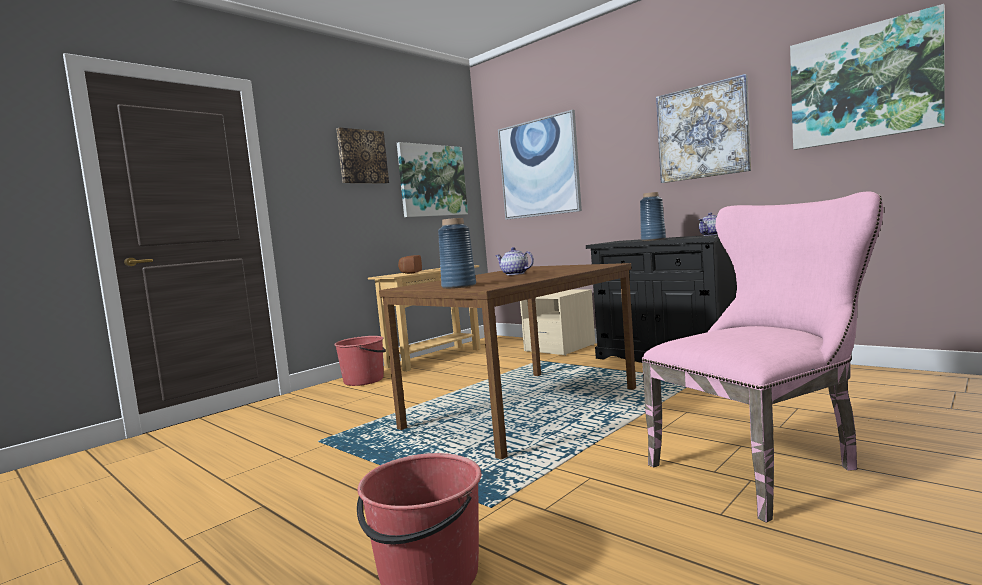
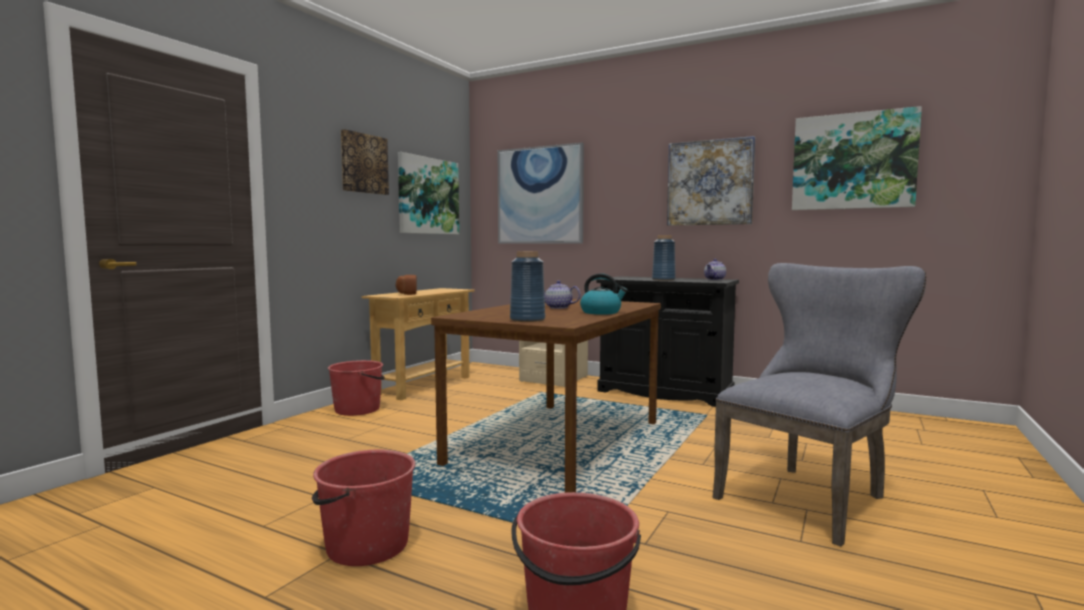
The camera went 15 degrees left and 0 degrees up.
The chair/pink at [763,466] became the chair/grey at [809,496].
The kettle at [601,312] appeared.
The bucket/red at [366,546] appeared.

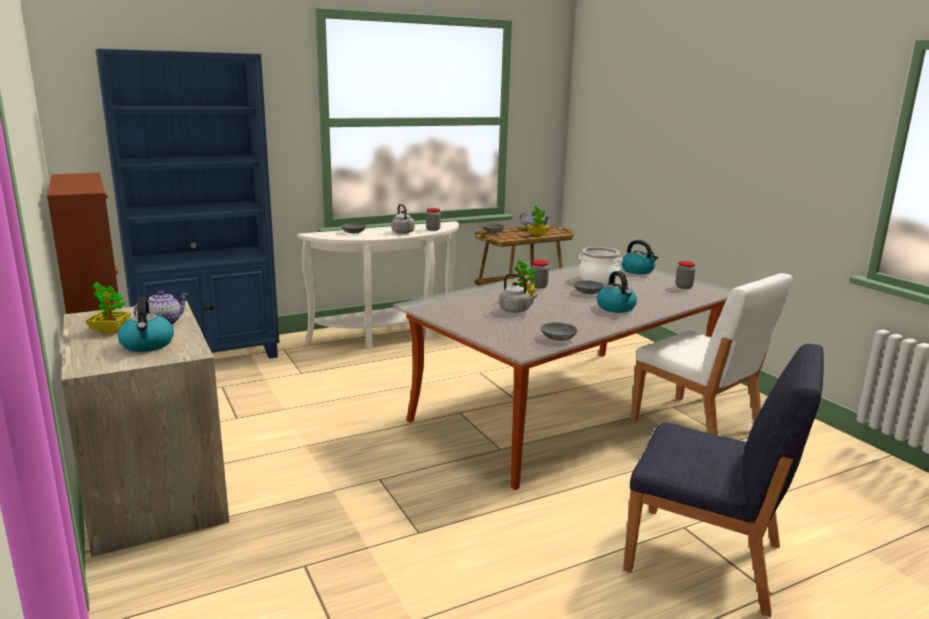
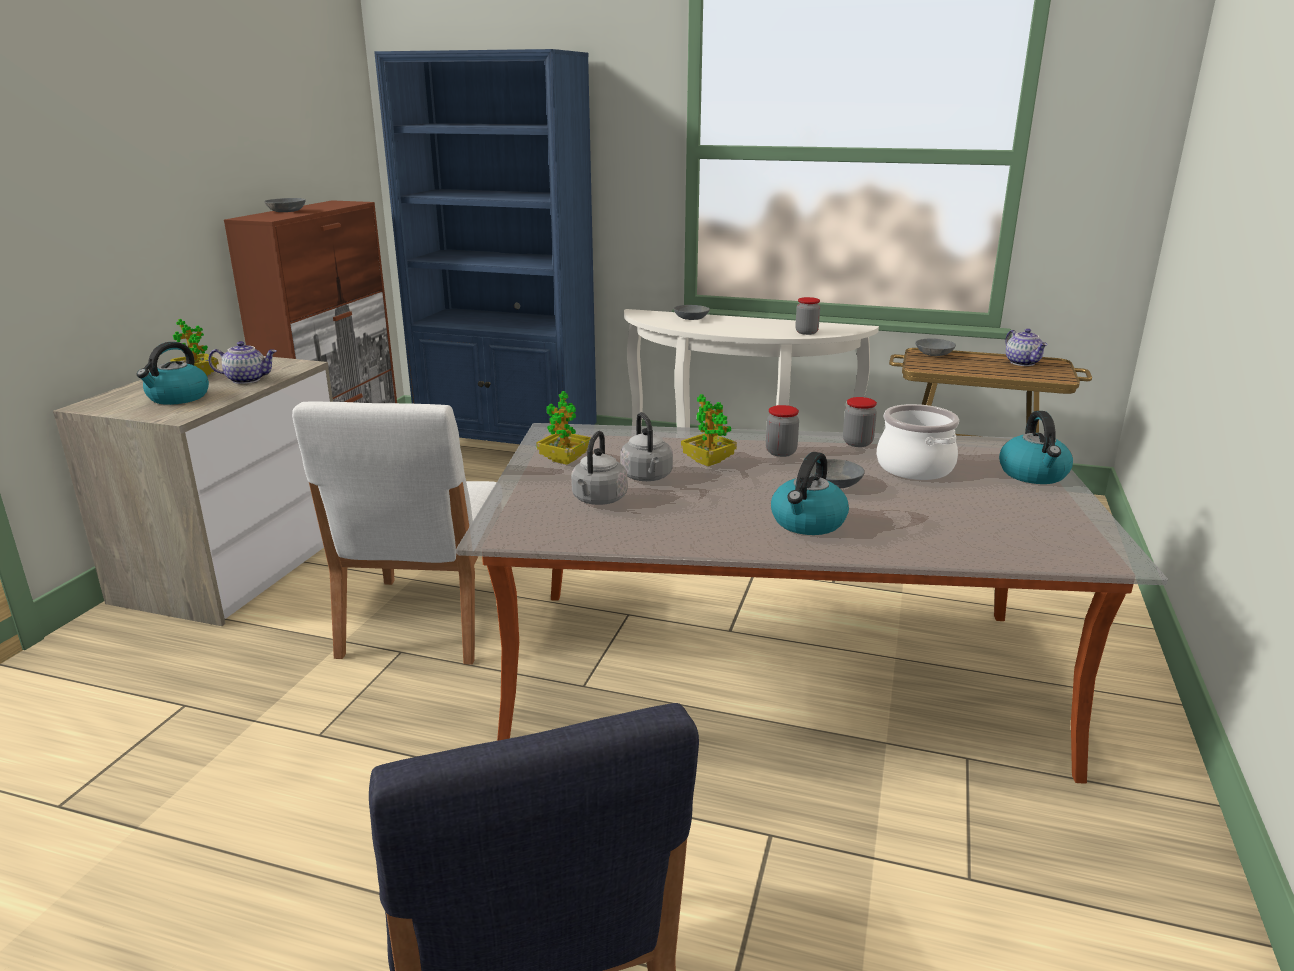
The camera went 45 degrees right and 5 degrees up.
The kettle/grey moved from [403,233] to [598,500].
The potted plant moved from [537,235] to [564,460].
The jar moved from [683,287] to [857,443].
The chair/white moved from [697,426] to [424,621].
The bowl/grey moved from [557,338] to [286,211].

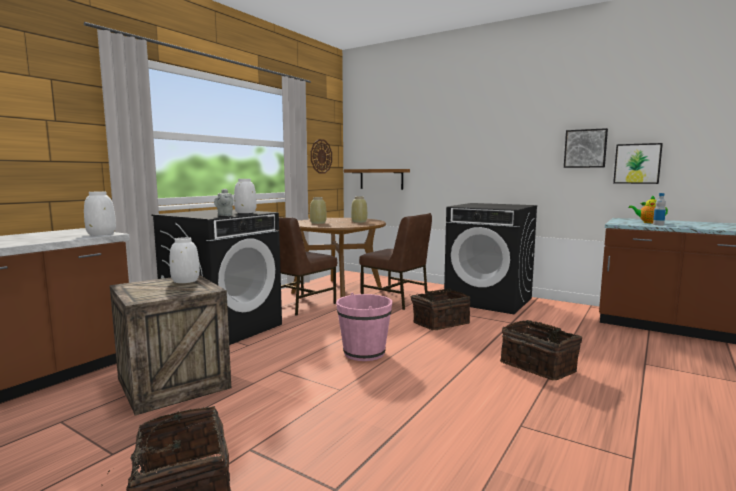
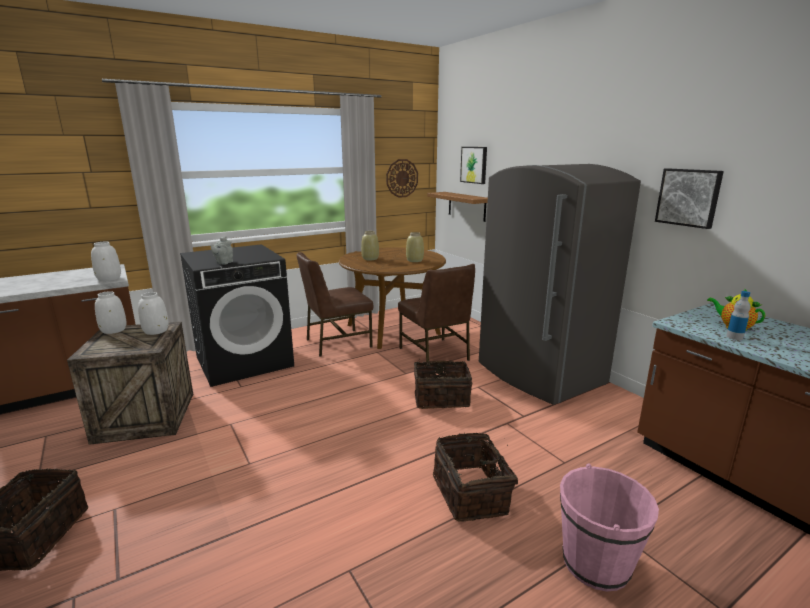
The camera went 25 degrees right and 10 degrees up.
The picture moved from [637,163] to [474,165].
The vase/white moved from [246,212] to [114,330].
The washing machine/black at [489,300] was replaced by the fridge/grey at [539,374].
The bucket/pink moved from [364,353] to [596,563].

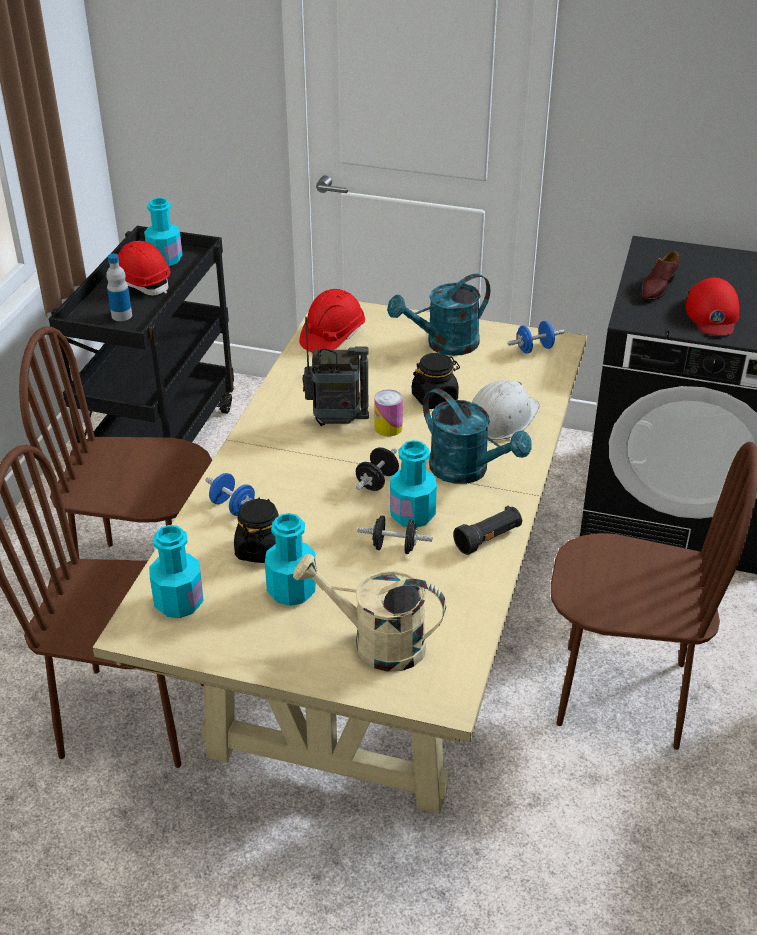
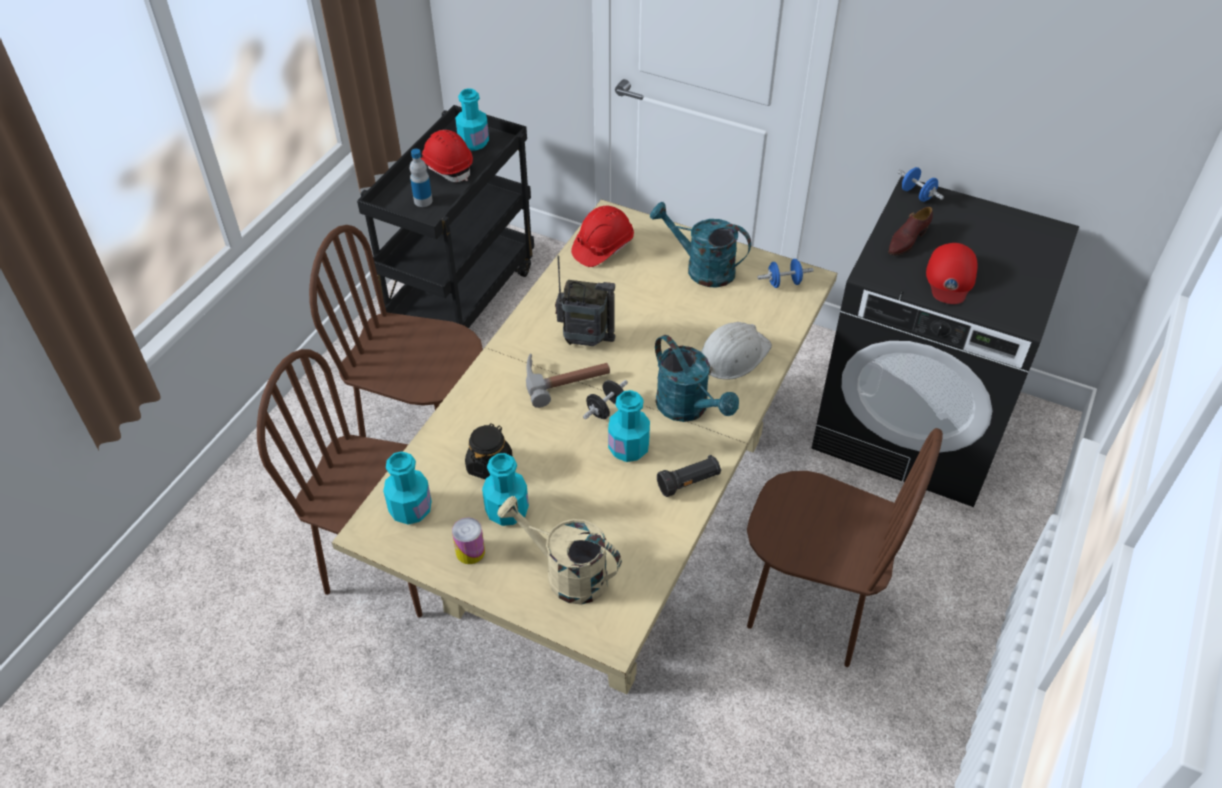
The camera went 10 degrees right and 10 degrees up.
The watering can/turquoise at [444,345] turned 45 degrees clockwise.
The jar/black at [435,398] disappeared.
The can moved from [388,428] to [470,552].
The dumbbell/blue moved from [233,507] to [917,194].
The dumbbell/black at [394,547] disappeared.
The hammer at [565,377] appeared.

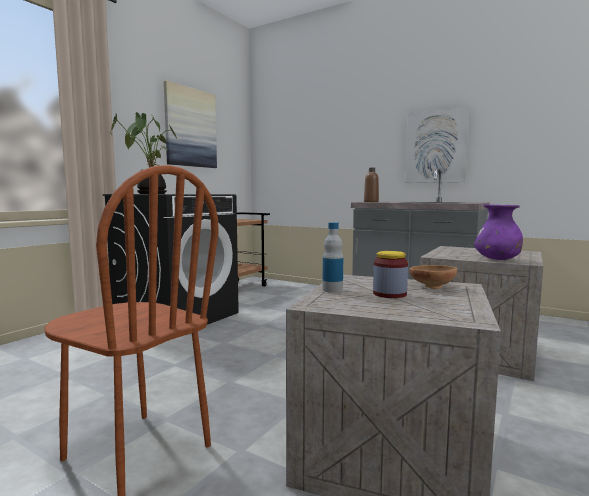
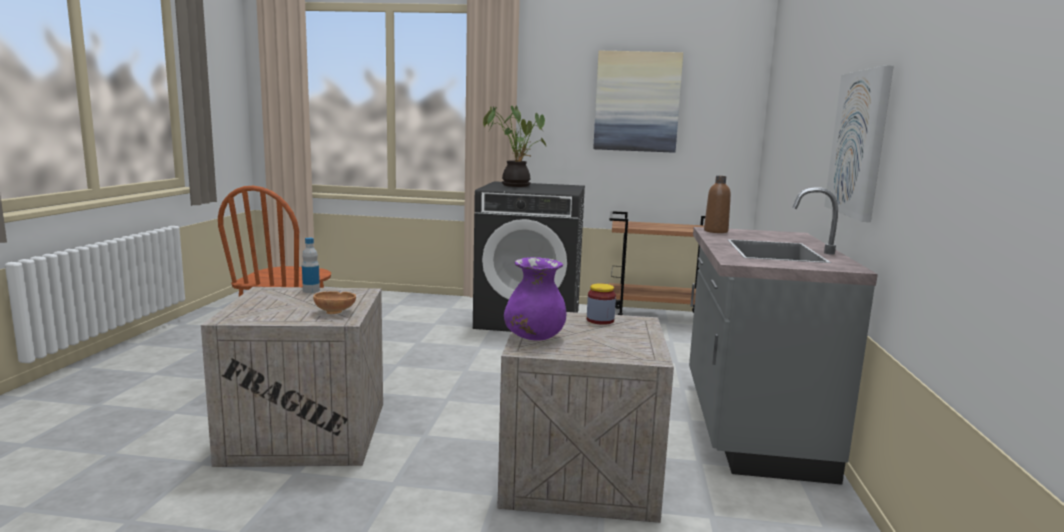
The camera went 65 degrees right and 5 degrees up.
The jar moved from [389,294] to [600,320].

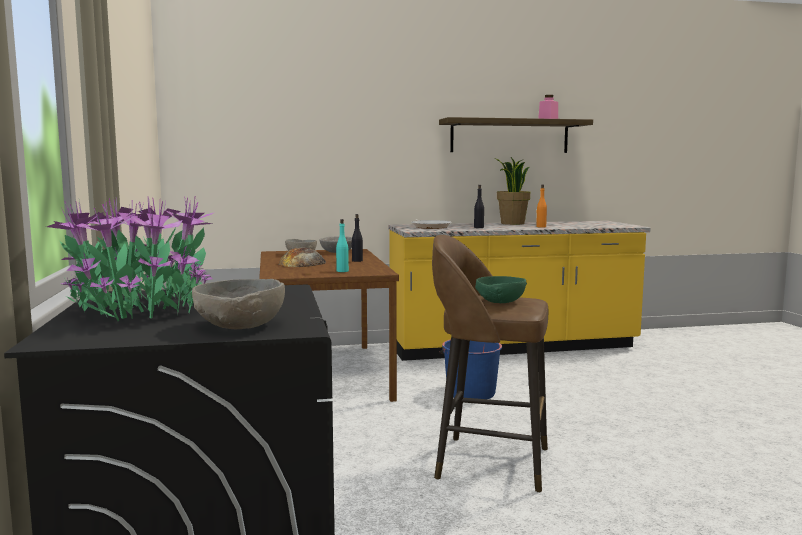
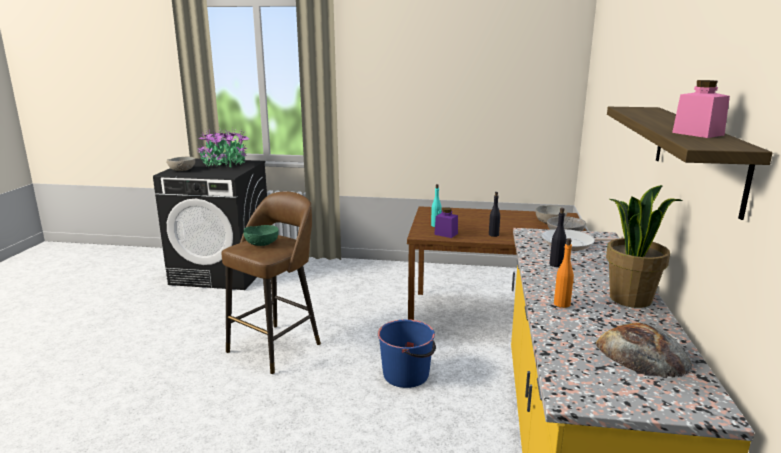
The camera went 110 degrees right and 10 degrees up.
The bread moved from [302,263] to [642,353].
The jar/purple at [446,234] appeared.

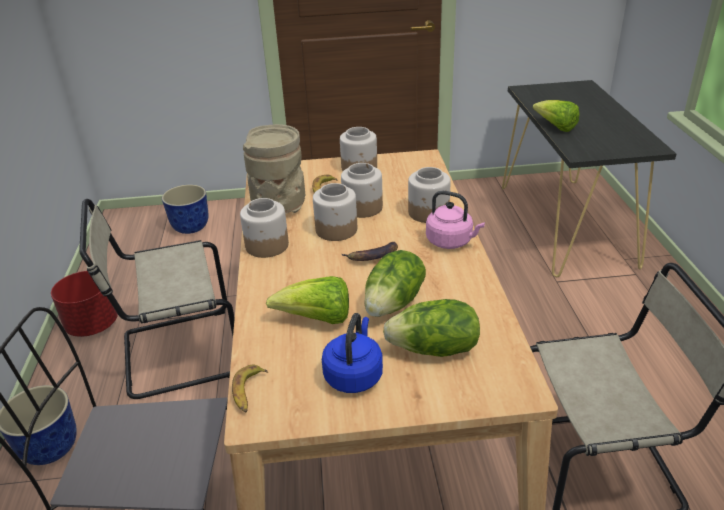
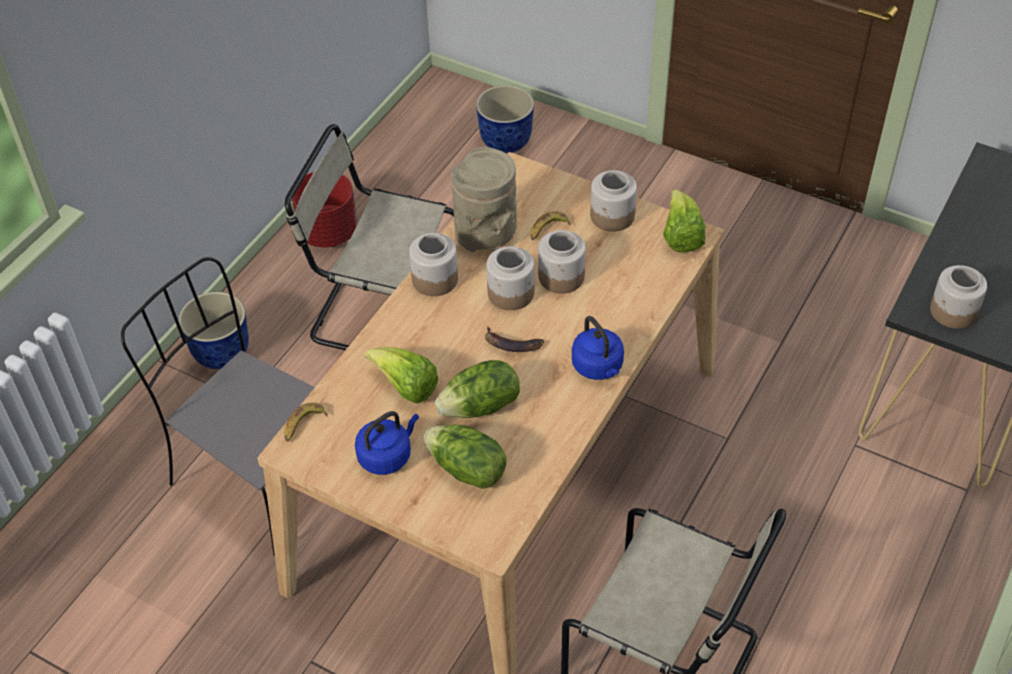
The camera went 35 degrees right and 15 degrees up.
The lettuce moved from [555,127] to [681,236].
The jar moved from [428,213] to [953,312].
The kettle/pink at [451,241] became the kettle/blue at [598,367].

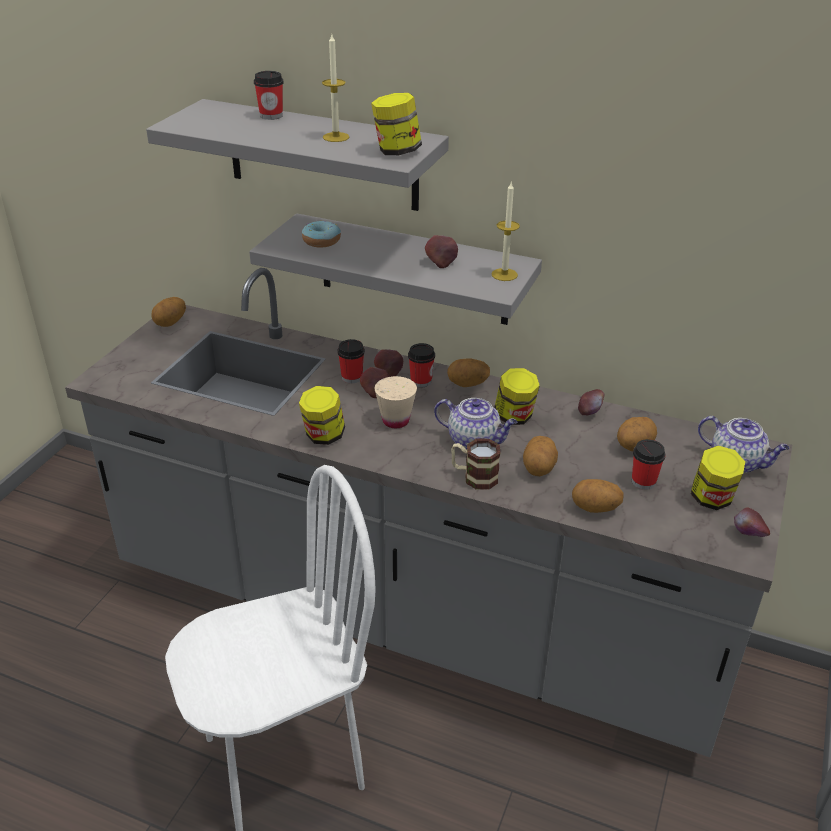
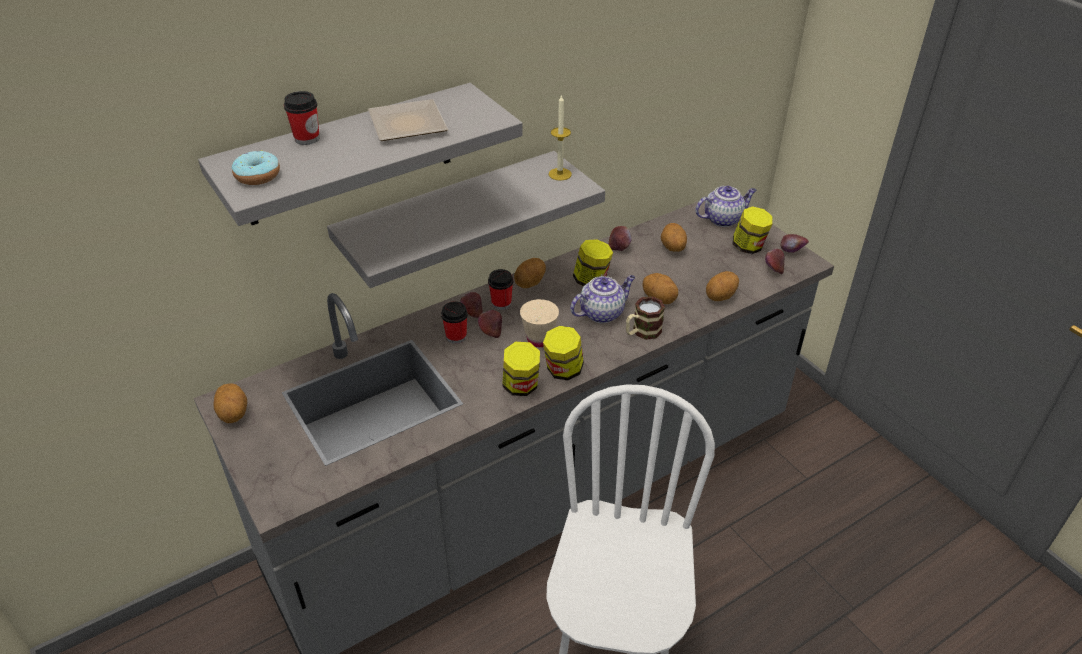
The camera went 55 degrees left and 5 degrees up.
The candle at [336,137] was replaced by the plate at [406,126].
The jar moved from [396,151] to [563,370].
The donut moved from [321,241] to [257,176].
The apple moved from [441,263] to [773,270].
The cup at [643,482] disappeared.

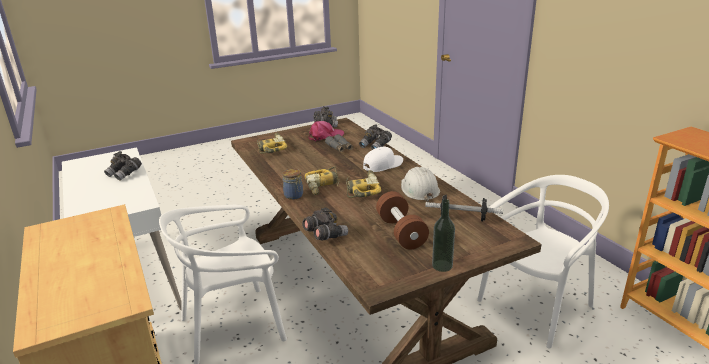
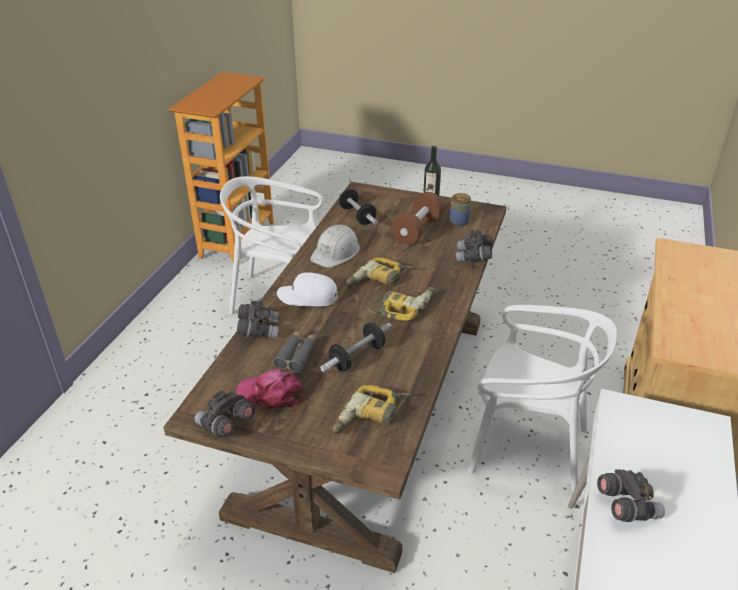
The camera went 135 degrees left and 10 degrees up.
The jar moved from [294,196] to [459,221].
The dumbbell at [357,357] appeared.

